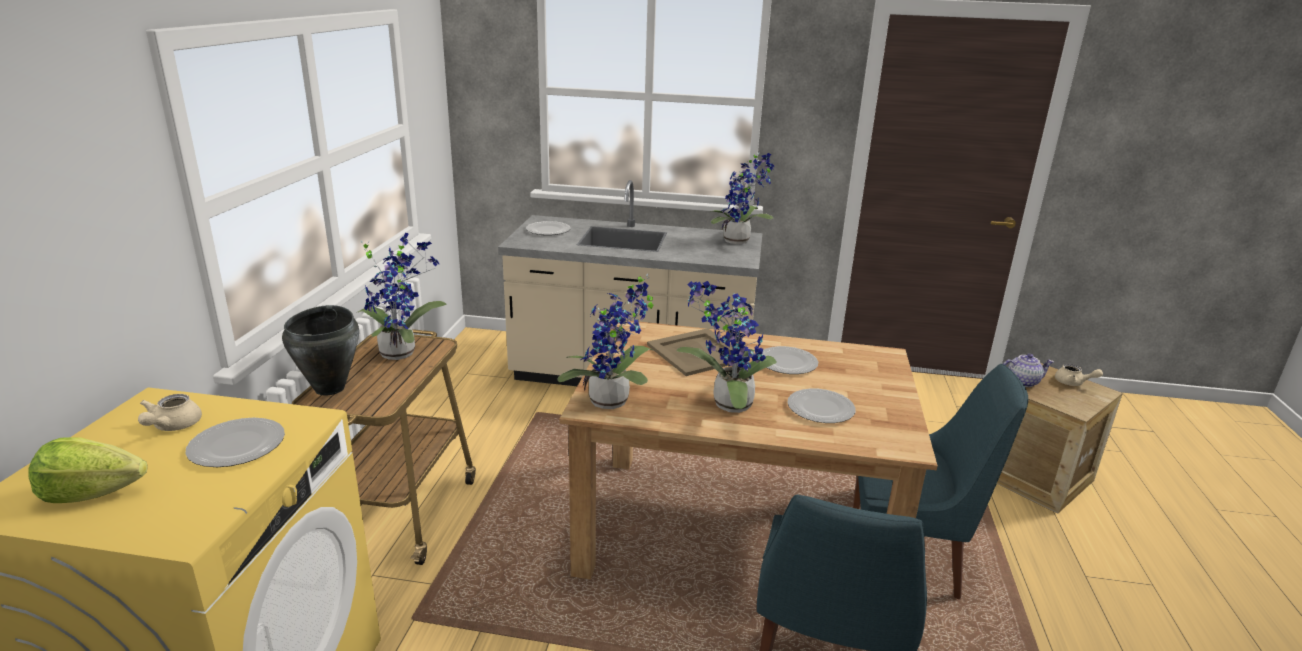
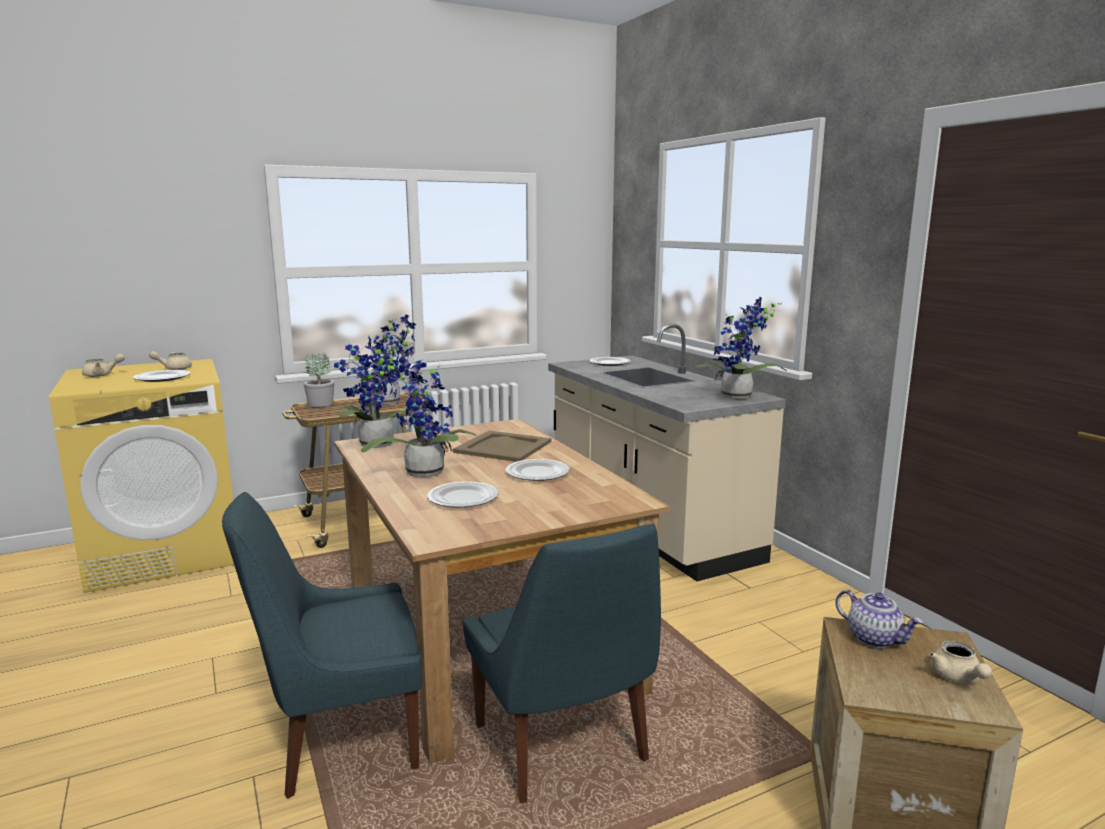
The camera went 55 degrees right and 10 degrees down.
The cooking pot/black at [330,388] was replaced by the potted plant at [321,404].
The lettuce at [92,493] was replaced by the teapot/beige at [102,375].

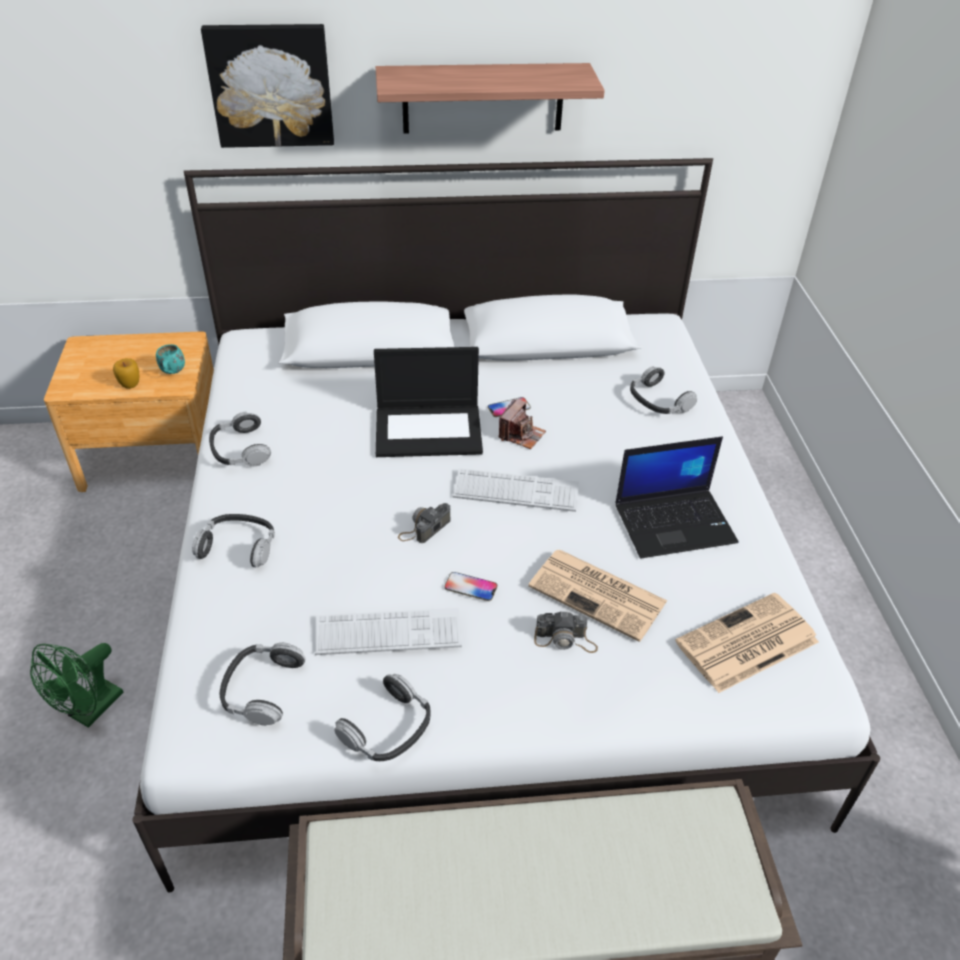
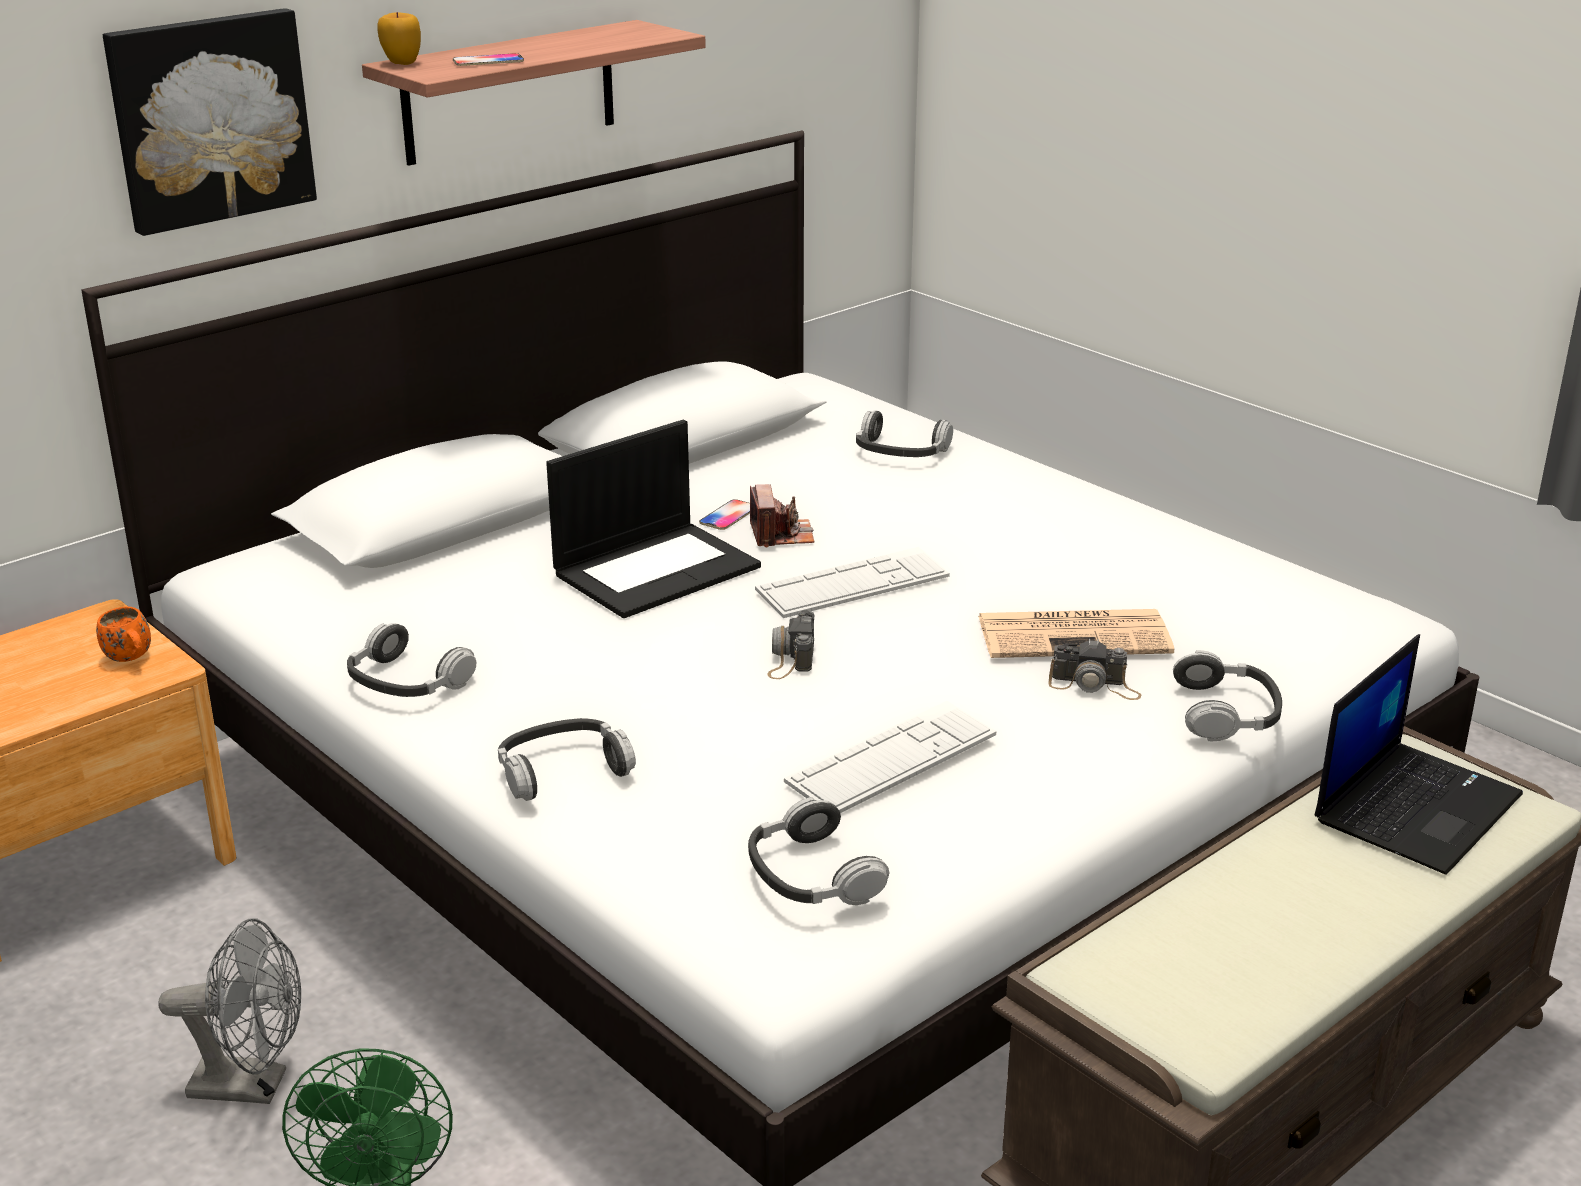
The camera went 35 degrees left and 15 degrees down.
The mug/turquoise at [172,373] became the mug/orange at [131,660].
The apple moved from [130,384] to [402,63].
The laptop moved from [675,522] to [1416,806].
The phone moved from [470,587] to [488,61].
The newspaper at [746,644] disappeared.
The photo camera at [565,640] turned 45 degrees clockwise.
The headphones moved from [388,728] to [1227,712].
The fan/grey at [253,1085] appeared.

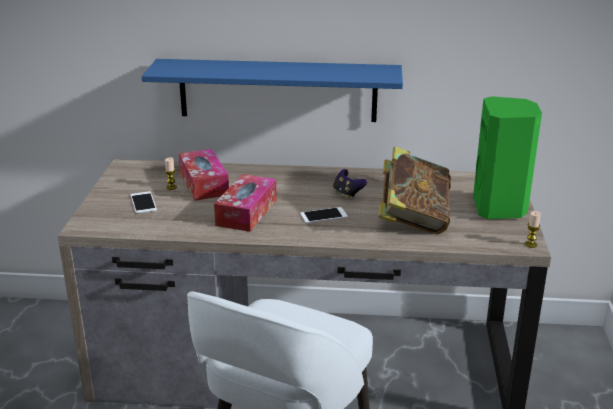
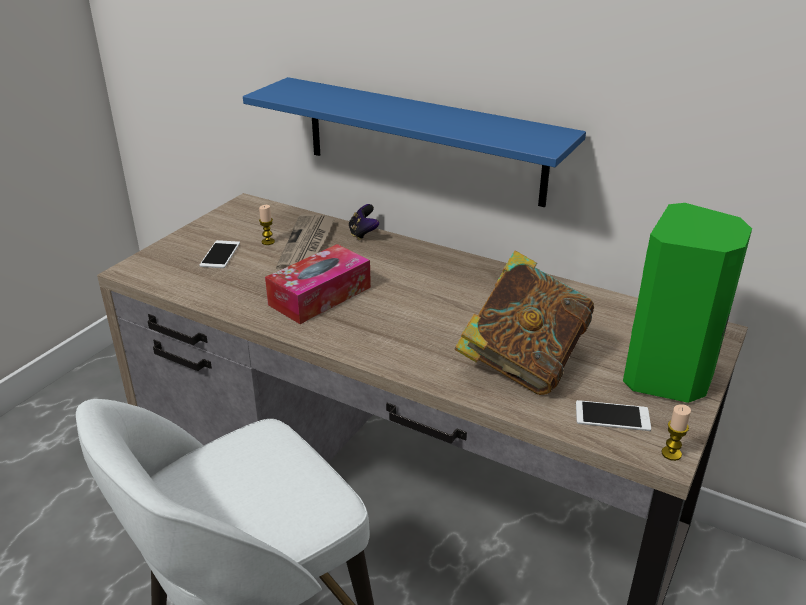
The camera went 25 degrees right and 5 degrees up.
The tissue box at [204,184] was replaced by the newspaper at [307,245].
The game controller moved from [347,194] to [363,234].
The phone moved from [323,215] to [612,416].

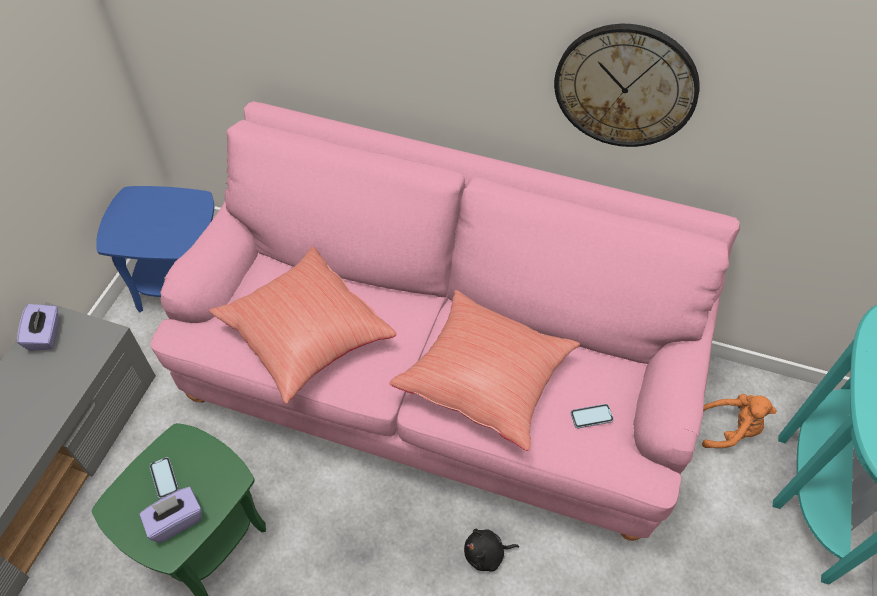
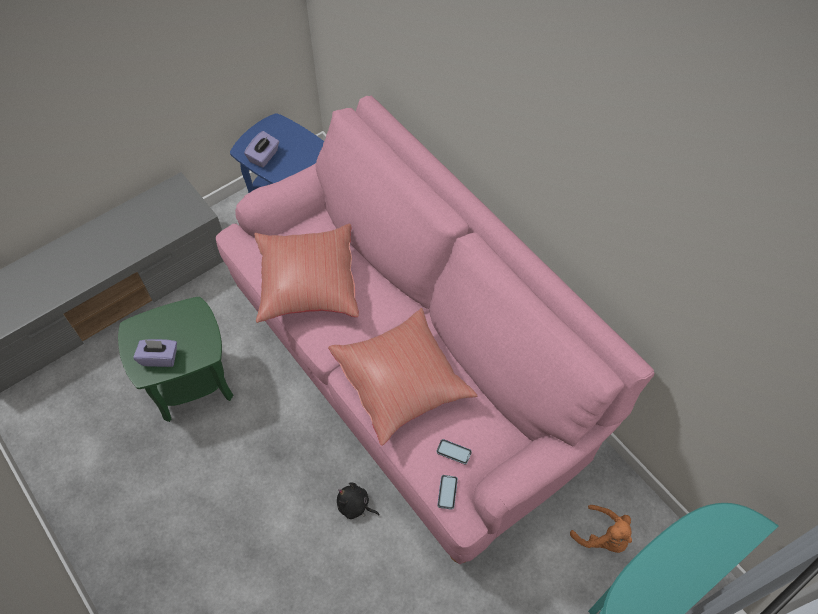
The camera went 35 degrees right and 5 degrees up.
The wall clock at [625,86] disappeared.
The tissue box/purple moved from [46,335] to [264,156].
The phone moved from [164,478] to [447,492].

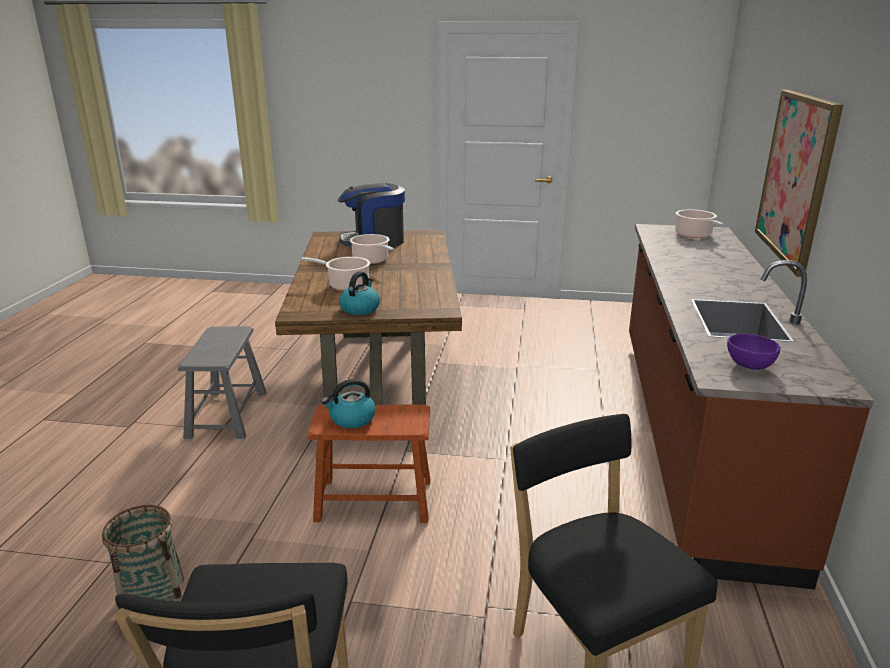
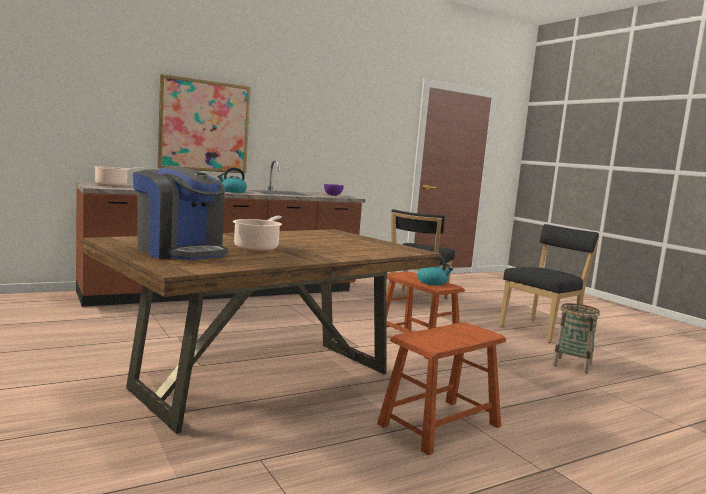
The camera went 130 degrees left and 15 degrees down.
The cooking pot at [346,285] disappeared.
The kettle moved from [360,308] to [232,191].
The stool/grey at [227,414] became the stool/brown at [440,425].

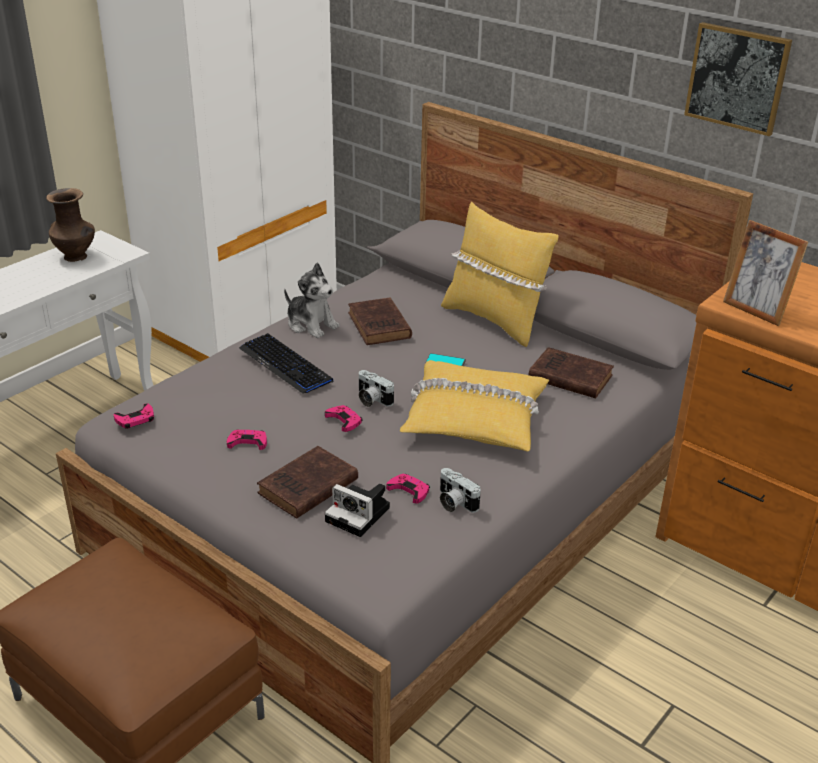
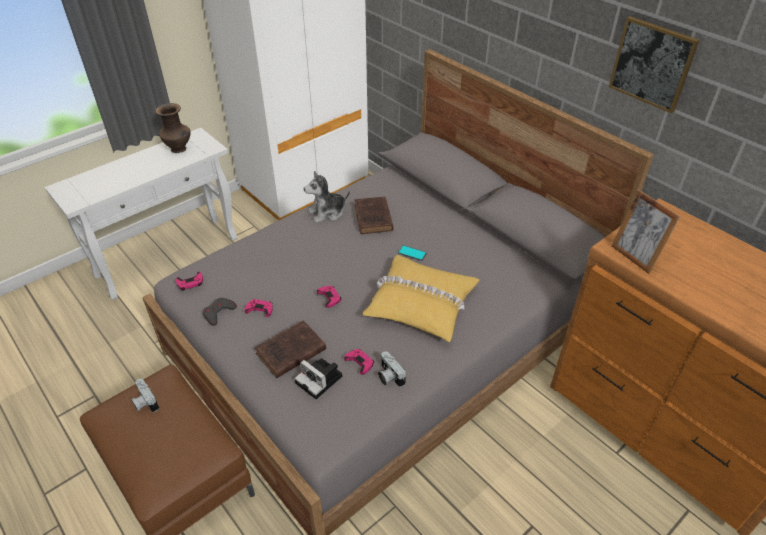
The camera went 10 degrees right and 10 degrees up.
The pillow/yellow at [494,320] disappeared.
The plush toy at [311,324] turned 105 degrees clockwise.
The keyboard at [285,365] disappeared.
The book/brown at [568,377] disappeared.
The photo camera moved from [371,399] to [144,402].
The game controller/grey at [219,313] appeared.

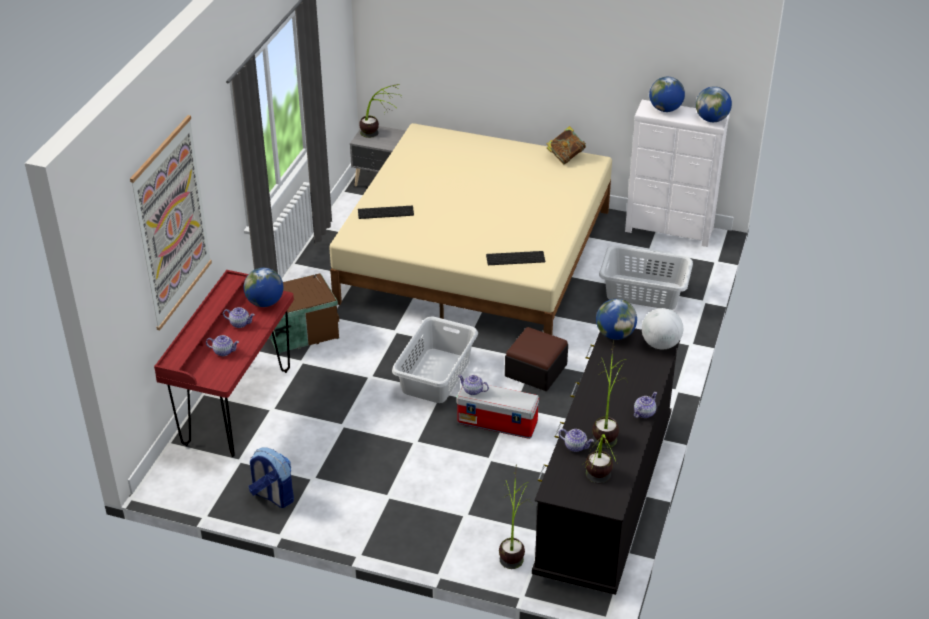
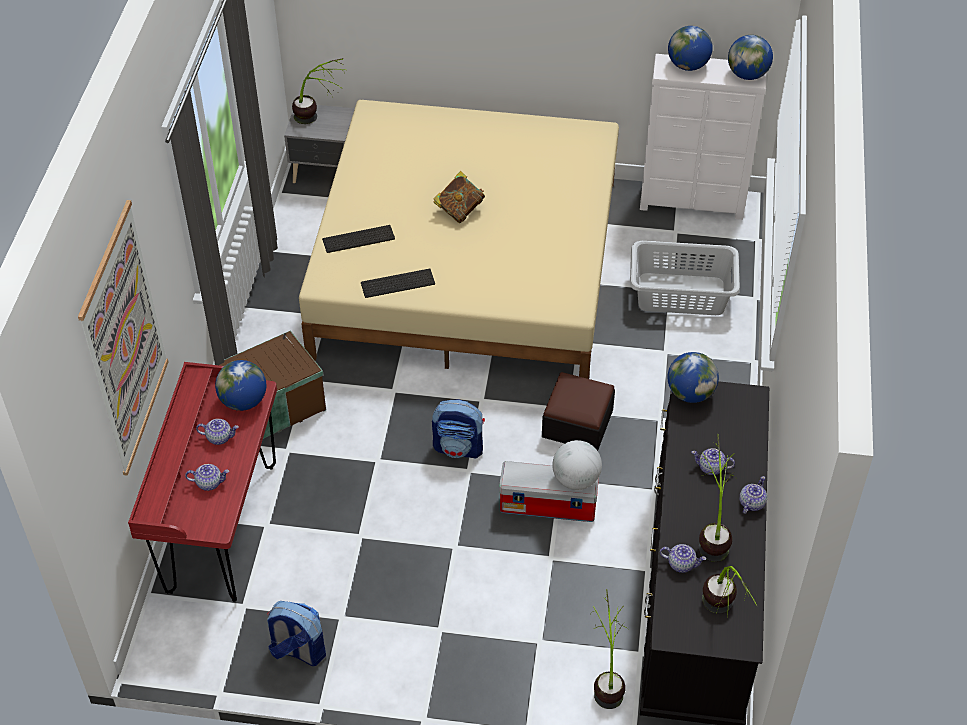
The camera went 10 degrees left and 10 degrees up.
The book moved from [566,156] to [459,210].
The keyboard moved from [516,257] to [398,282].
The globe moved from [660,344] to [576,479].
The laundry basket/grey at [436,375] was replaced by the backpack at [459,447].
The teapot moved from [473,391] to [711,468].

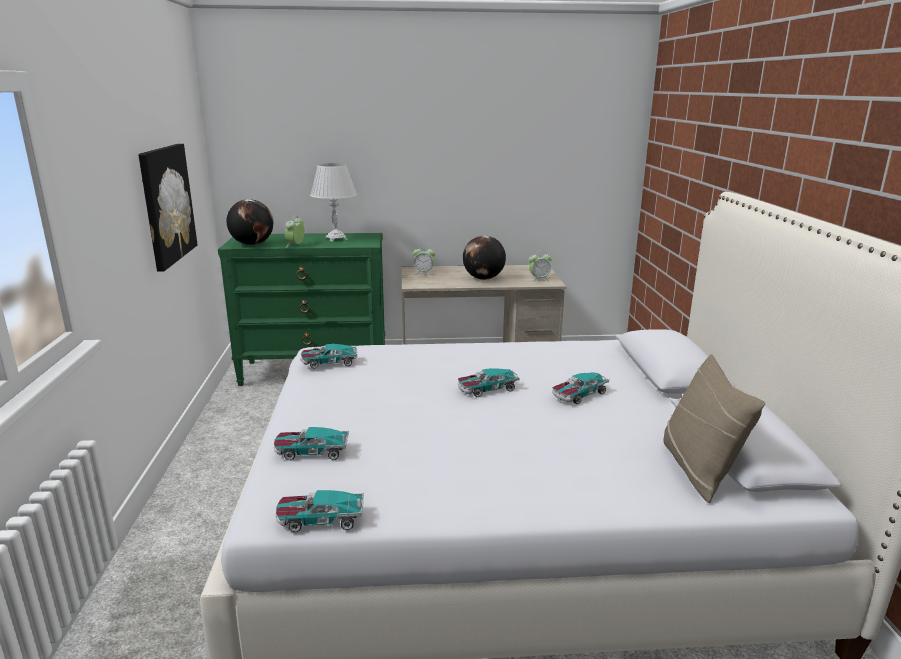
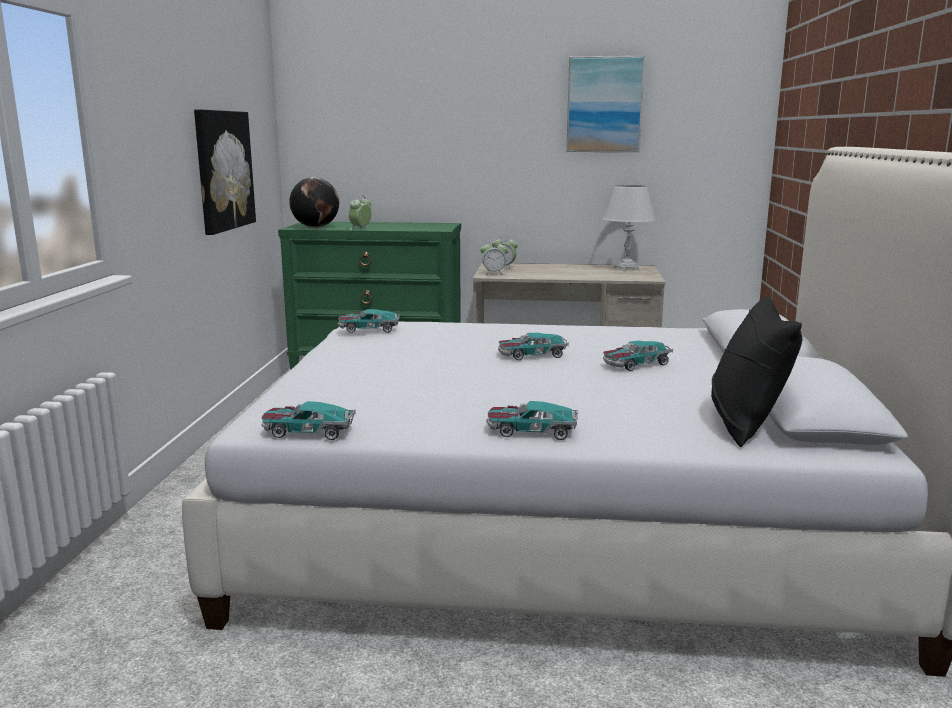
The camera went 10 degrees right and 5 degrees down.
The table lamp/white moved from [336,239] to [626,268].
The globe at [483,279] disappeared.
The alarm clock moved from [539,279] to [494,273].
The pillow/beige at [698,469] became the pillow/black at [745,423].
The toy car moved from [311,451] to [531,431].
The picture at [604,105] appeared.

